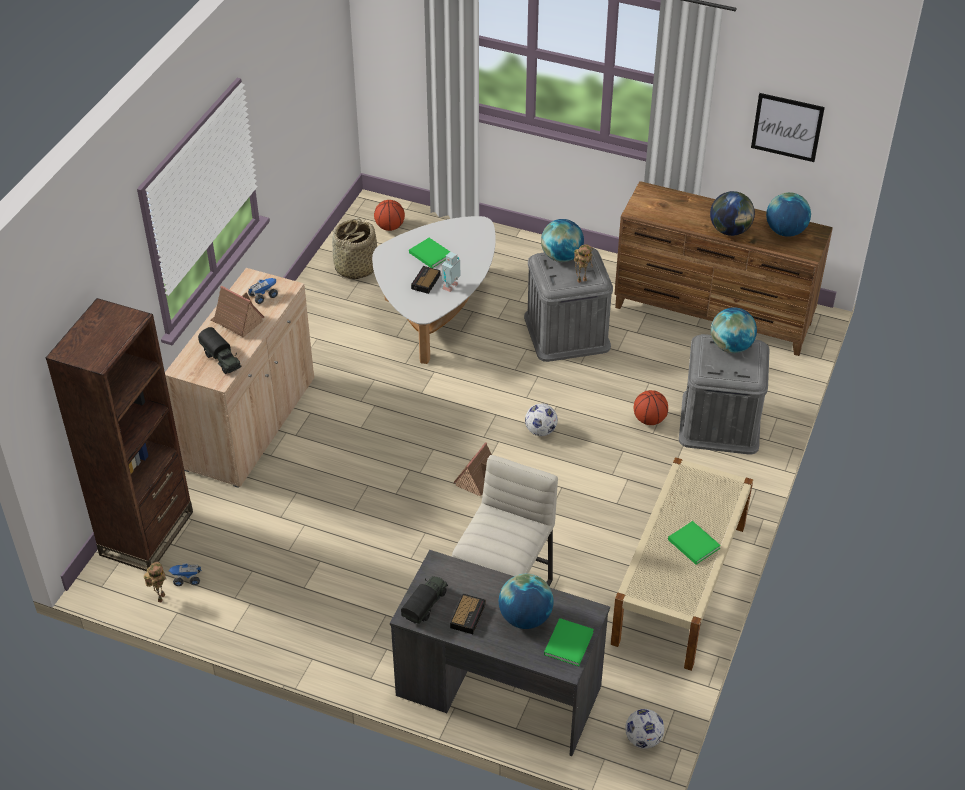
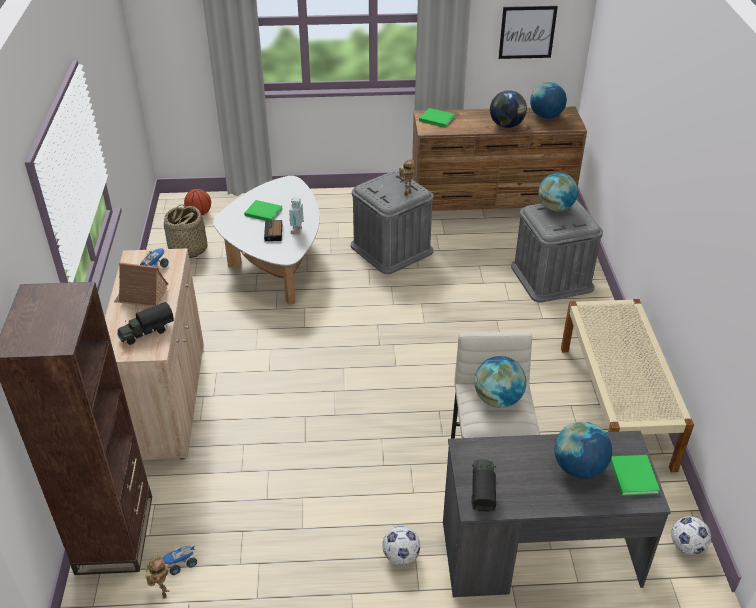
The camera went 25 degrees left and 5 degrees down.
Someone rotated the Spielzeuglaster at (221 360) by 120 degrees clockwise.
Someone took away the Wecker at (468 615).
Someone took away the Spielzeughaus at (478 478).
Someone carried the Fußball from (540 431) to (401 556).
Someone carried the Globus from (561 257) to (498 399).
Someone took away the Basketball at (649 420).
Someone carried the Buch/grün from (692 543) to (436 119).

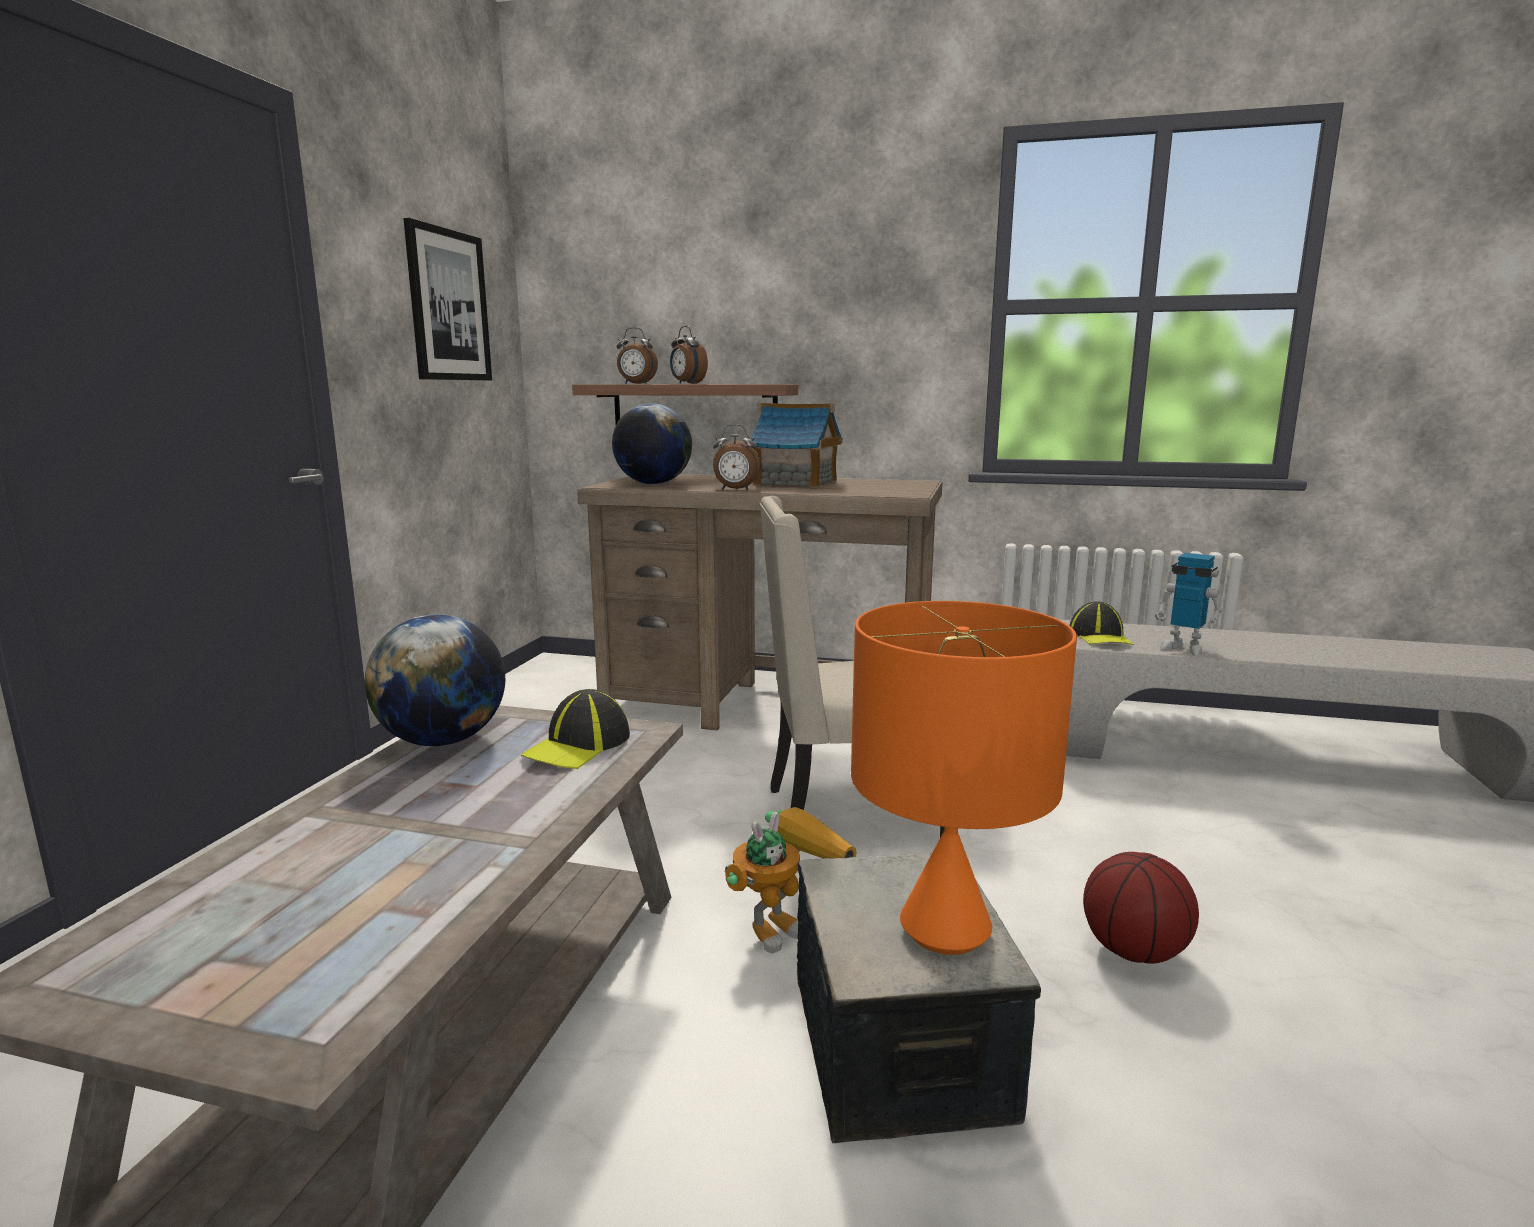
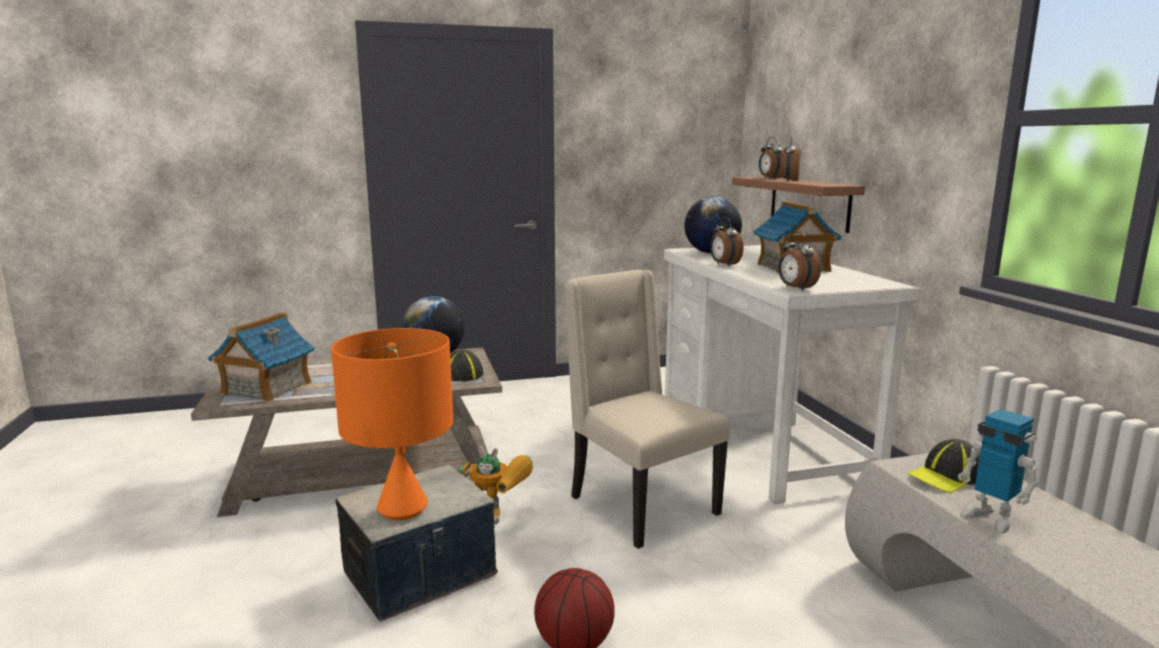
The camera went 60 degrees right and 0 degrees up.
Someone took away the Bild at (448 306).
Someone repainted the Schreibtisch/braun at (768 707), which became the Schreibtisch/weiß at (761 439).
Someone rotated the Spielzeugroboter at (1183 648) by 45 degrees counterclockwise.
Someone put down the Spielzeughaus at (266 388).
Someone put down the Wecker at (795 288).

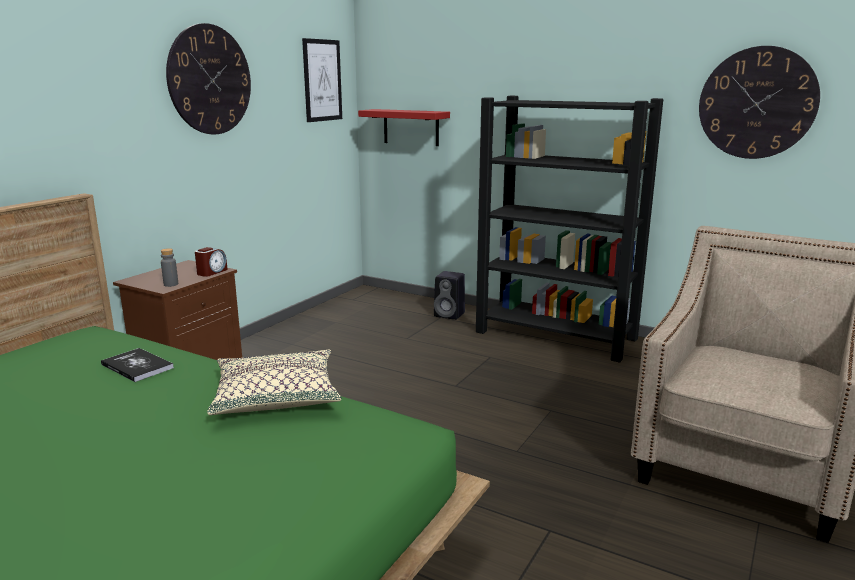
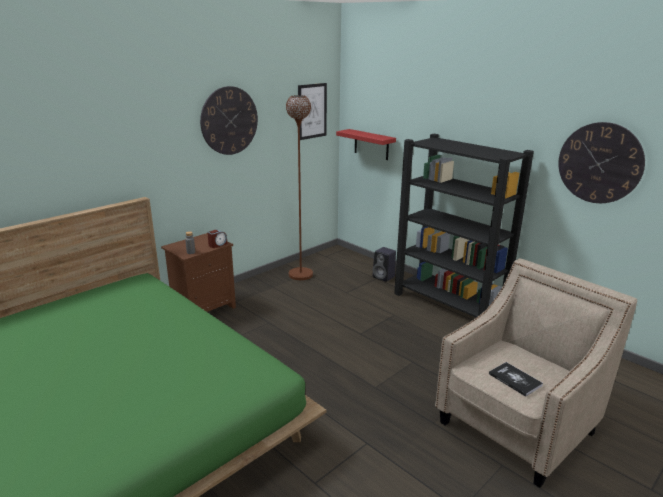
The camera went 15 degrees right and 5 degrees up.
Someone carried the Buch from (137 366) to (515 380).
Someone took away the Kissen/beige at (276 396).
Someone put down the Stehlampe/braun at (300 274).

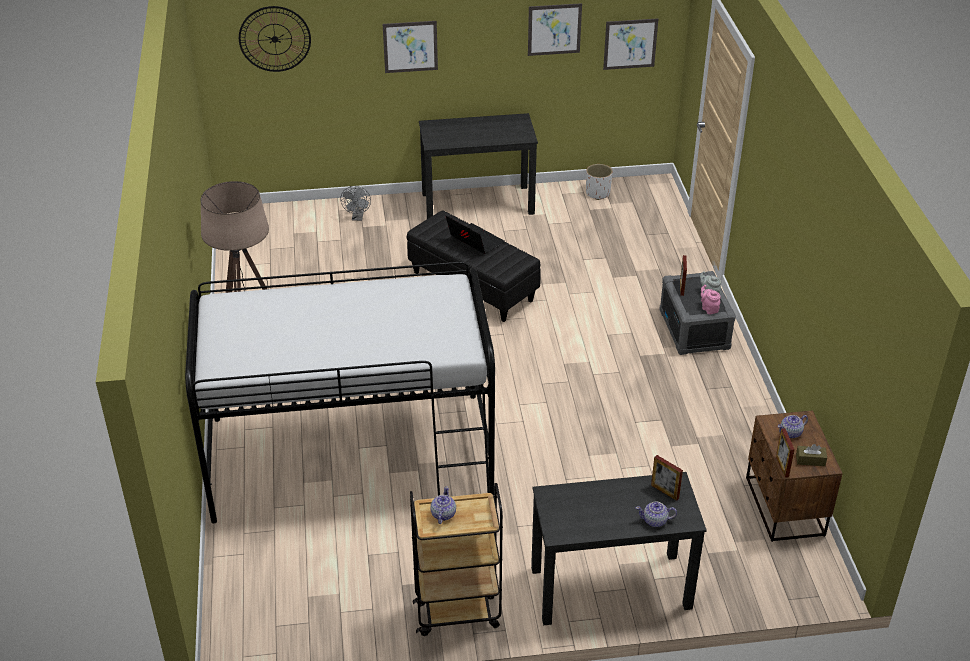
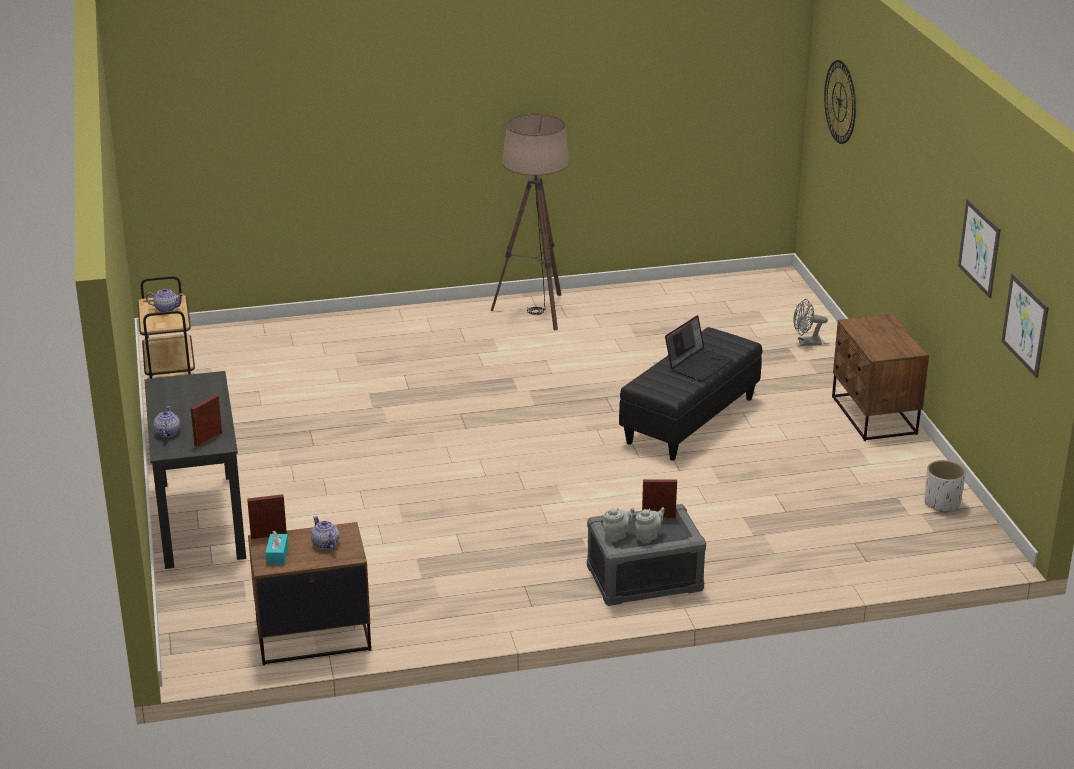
The camera went 85 degrees right and 10 degrees down.
Someone took away the Bett/schwarz at (354 458).
Someone took away the Bild at (410 46).
Someone swapped the Schreibtisch/schwarz at (478 203) for the Nachttisch/braun at (873 416).
Someone repainted the Teekanne/rosa at (709 309), which became the Teekanne/grau at (617 536).
Someone repainted the Taschentuchbox/braun at (810 460), which became the Taschentuchbox/türkis at (277 555).

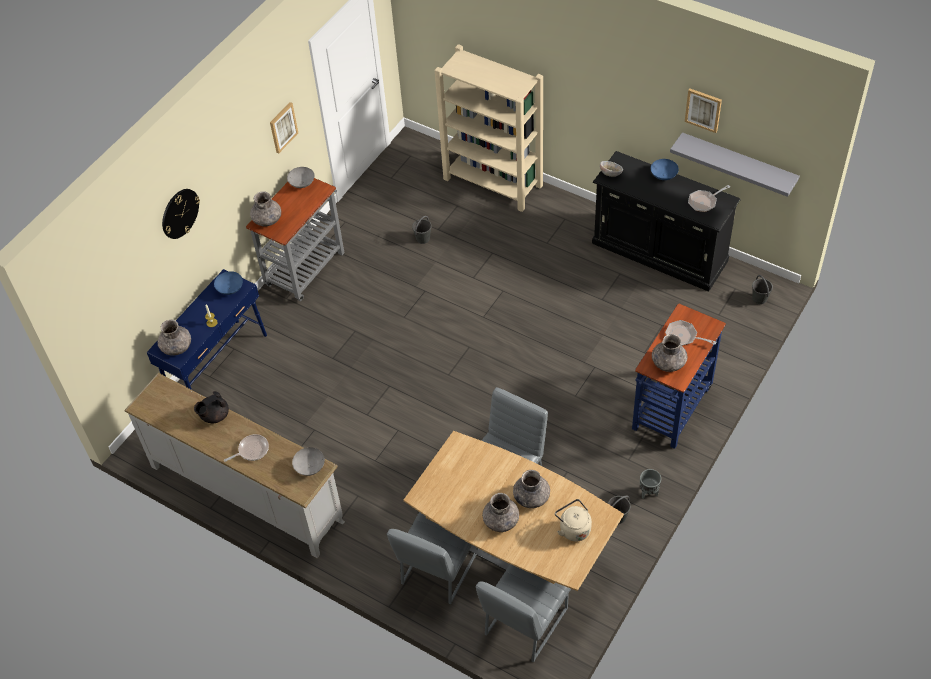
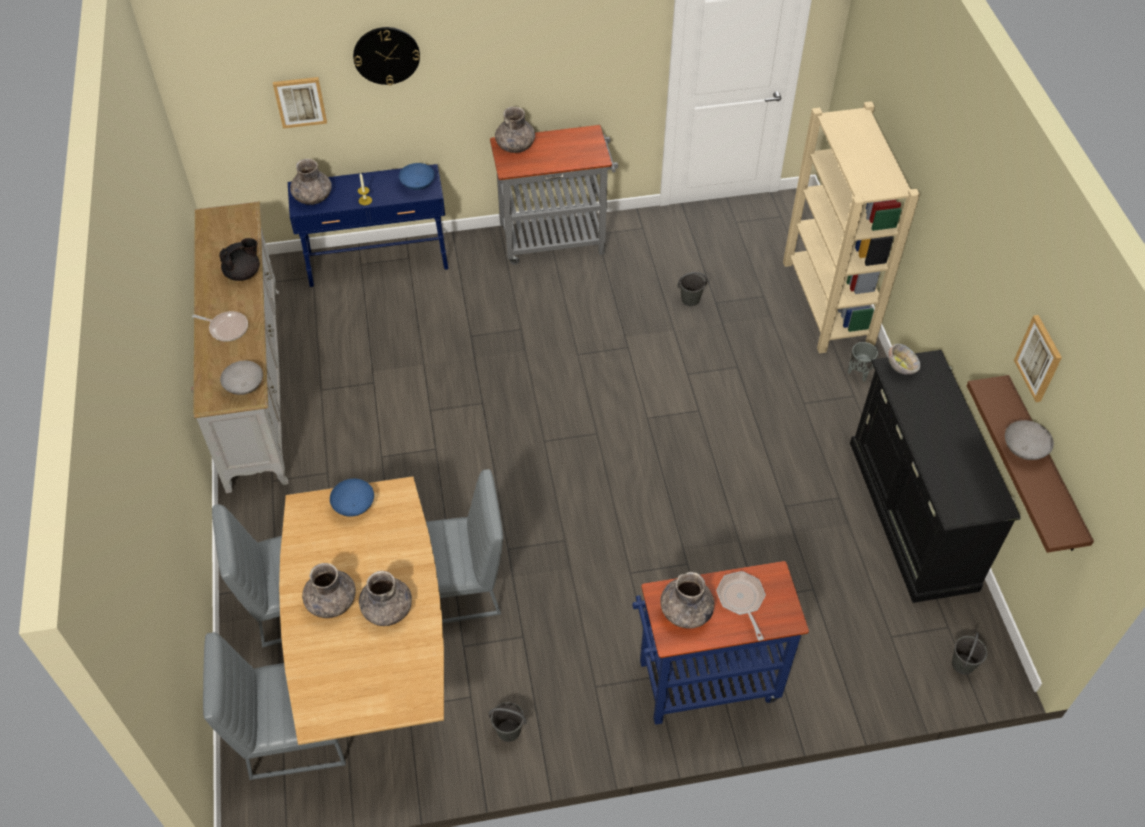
The camera went 45 degrees right and 0 degrees up.
Someone rotated the Teekanne/schwarz at (214 415) by 135 degrees clockwise.
Someone carried the Bild from (283 127) to (300 101).
Someone carried the Schüssel/grau from (302 183) to (1024 449).
Someone took away the Wasserkessel/beige at (573 528).
Someone carried the Pflanzkübel/grau from (648 493) to (858 373).
Someone carried the Schüssel/blau from (664 175) to (355 506).
Someone repainted the Wandregal/grau at (738 162), which became the Wandregal/braun at (1043 466).
Someone took away the Pfanne at (704 202).

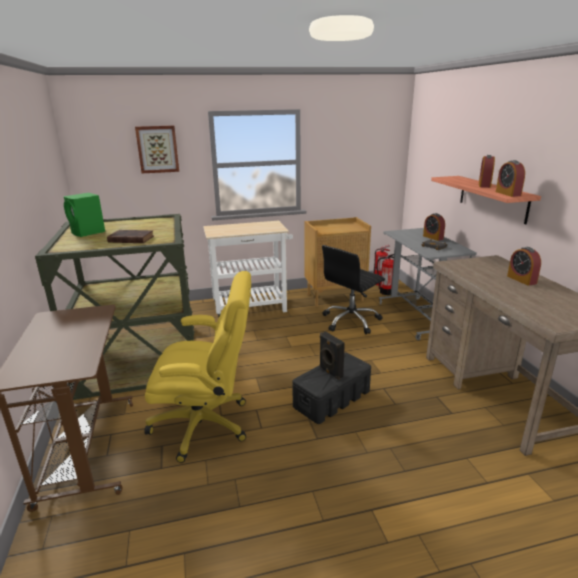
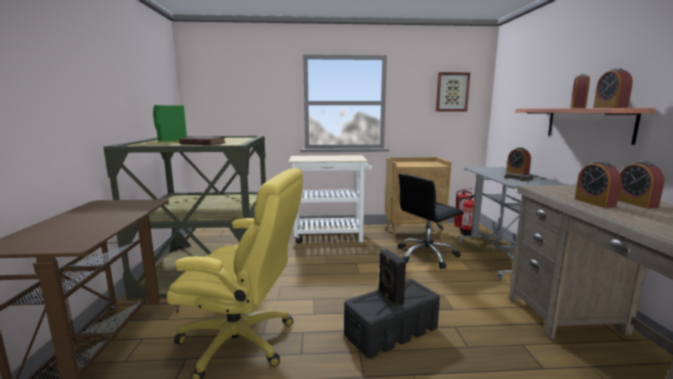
The camera went 10 degrees right and 10 degrees down.
Someone carried the Bild from (157 149) to (452 92).
Someone put down the Wecker at (594 203).

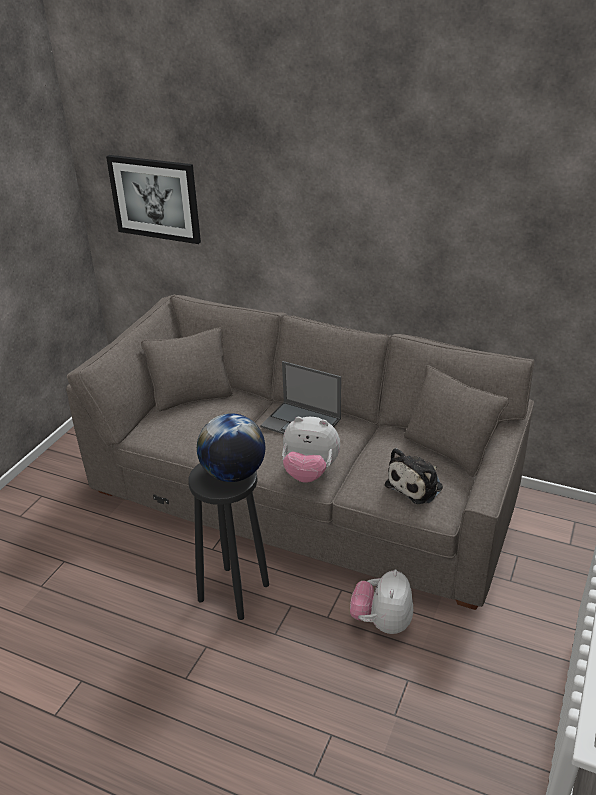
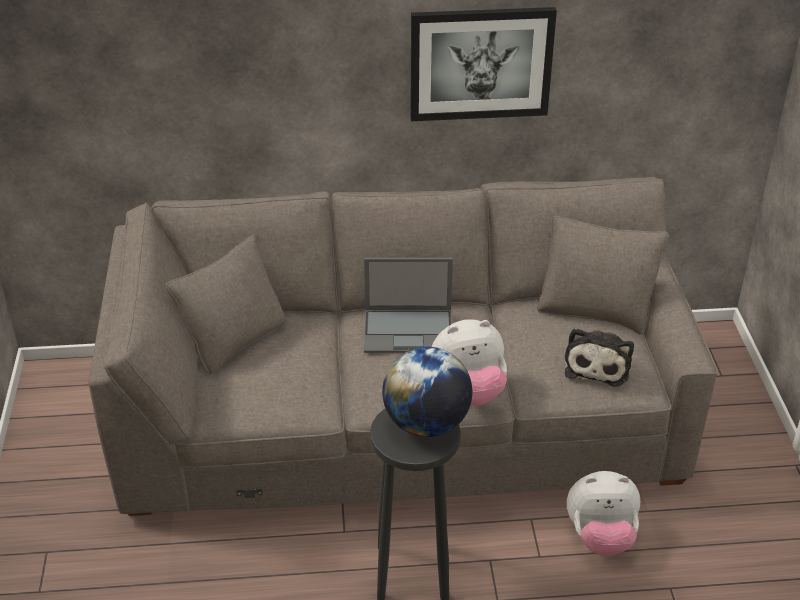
The camera went 30 degrees left and 5 degrees up.
Someone carried the Bild from (155 198) to (480 63).
Someone rotated the Plüschtier at (382 622) by 75 degrees counterclockwise.

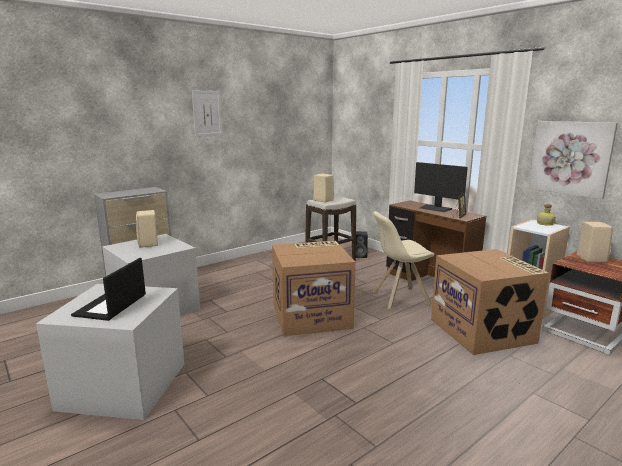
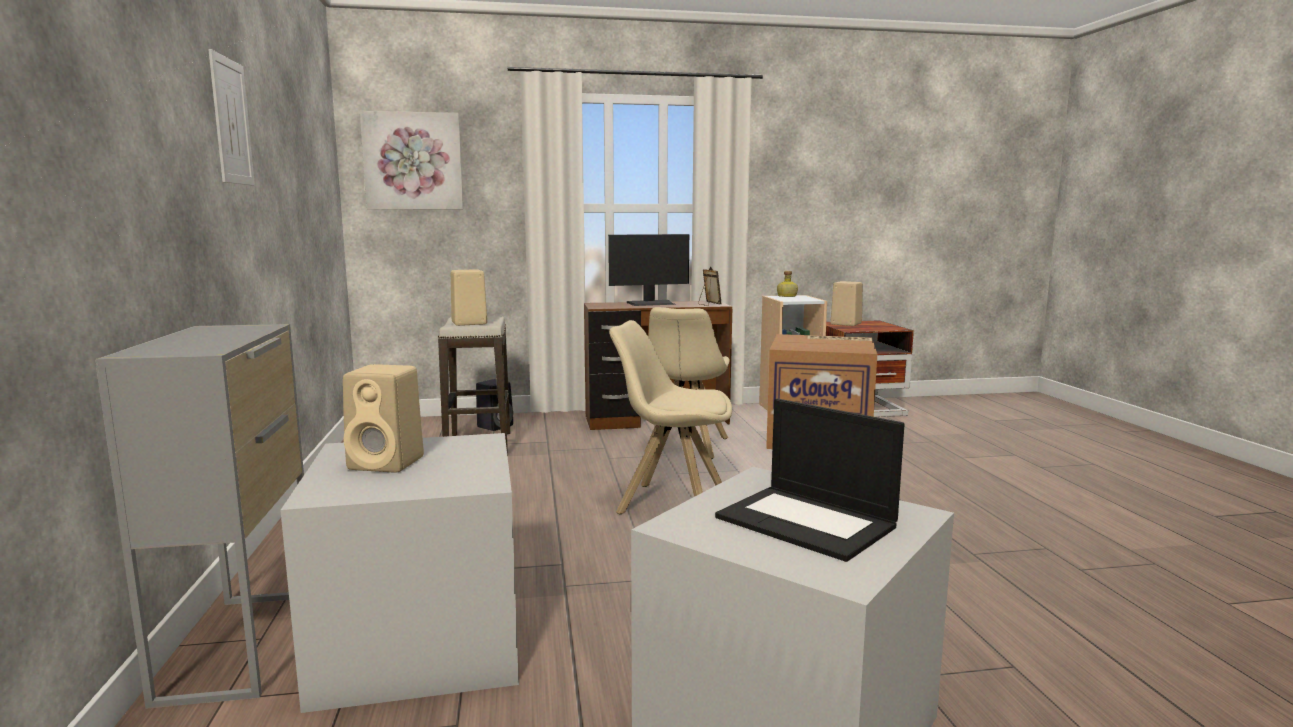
The camera went 60 degrees left and 5 degrees down.
Someone swapped the Karton at (312 315) for the Stuhl/beige at (672 503).
Someone carried the Bild from (570 158) to (413 161).

